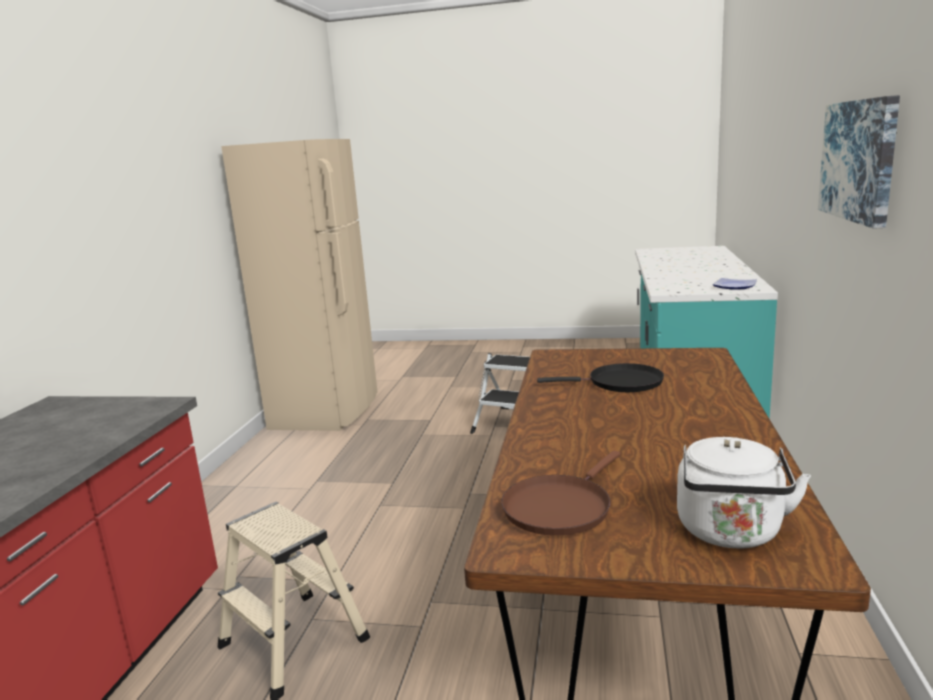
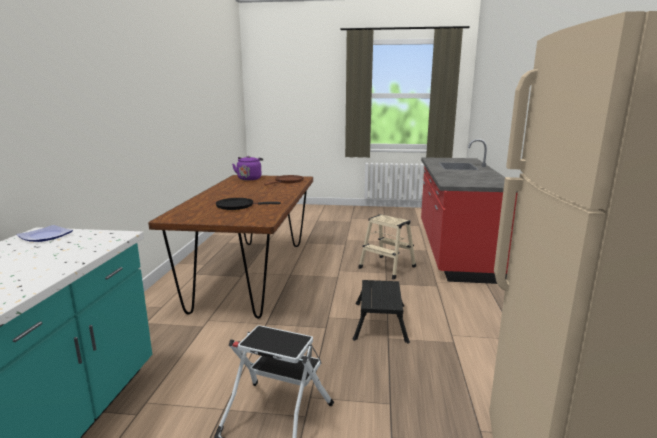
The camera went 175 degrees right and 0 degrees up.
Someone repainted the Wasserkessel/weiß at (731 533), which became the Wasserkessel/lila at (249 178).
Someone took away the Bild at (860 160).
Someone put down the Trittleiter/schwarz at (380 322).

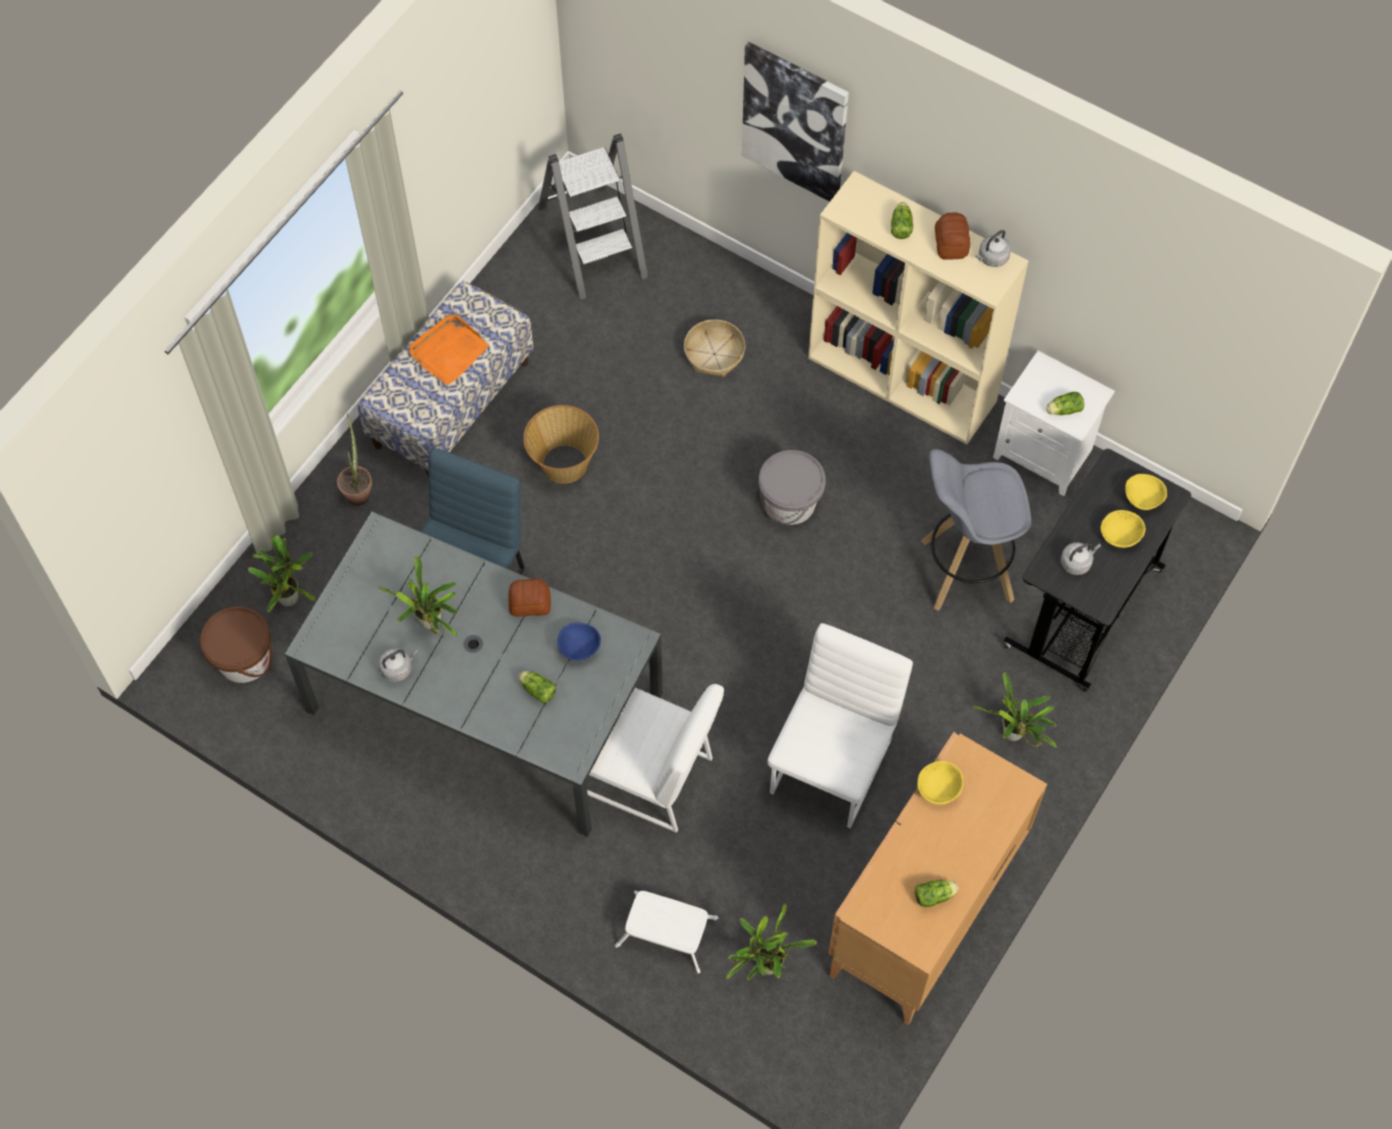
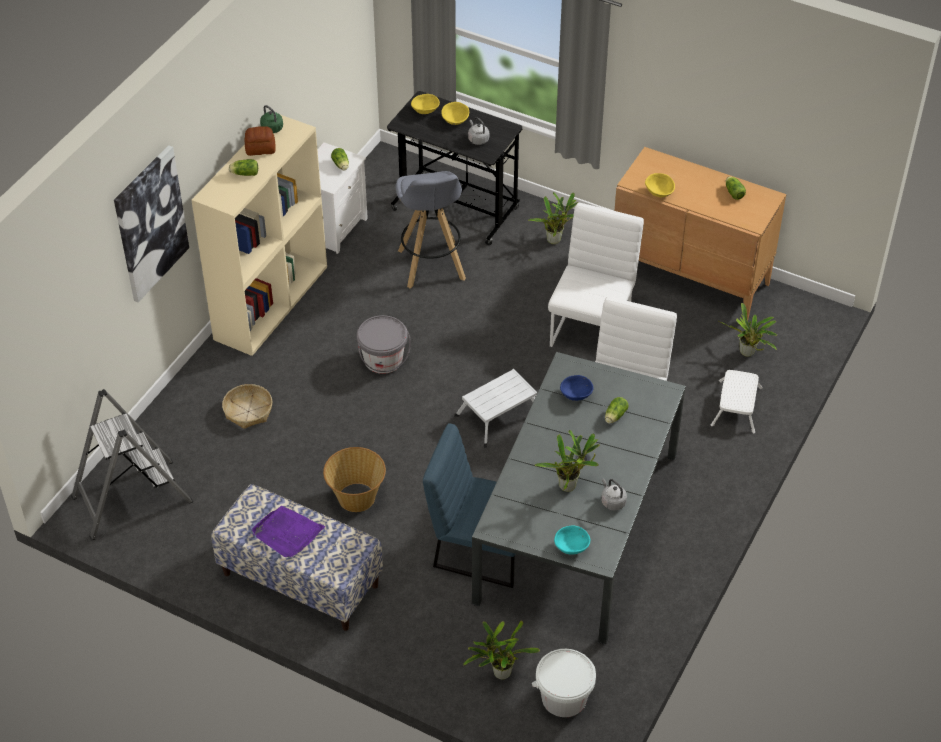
The camera went 95 degrees left and 15 degrees down.
Someone repainted the Eimer/braun at (244 659), which became the Eimer/weiß at (564 697).
Someone took away the Topfpflanze at (358 490).
Someone repainted the Tablett/orange at (448 351), which became the Tablett/lila at (287 533).
Someone took away the Brot at (529 603).
Someone rotated the Stuhl/weiß at (833 763) by 90 degrees clockwise.
Someone repainted the Wasserkessel/grau at (992 258), which became the Wasserkessel/grün at (273 129).
Someone put down the Trittleiter/weiß at (498 415).
Someone put down the Schüssel/türkis at (571 547).

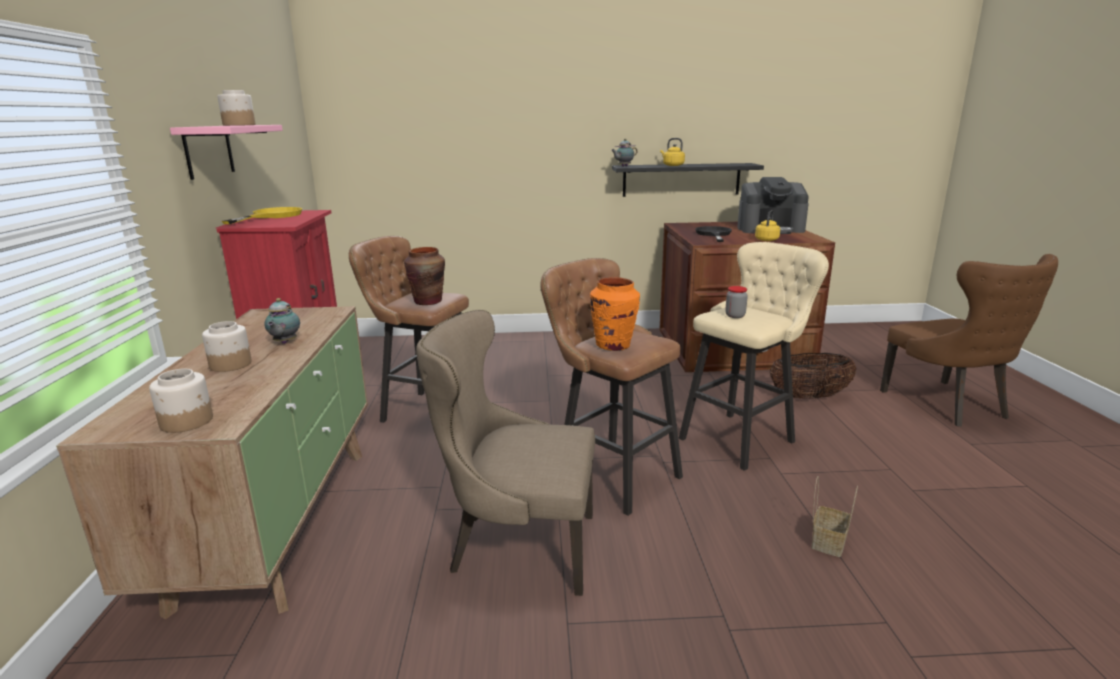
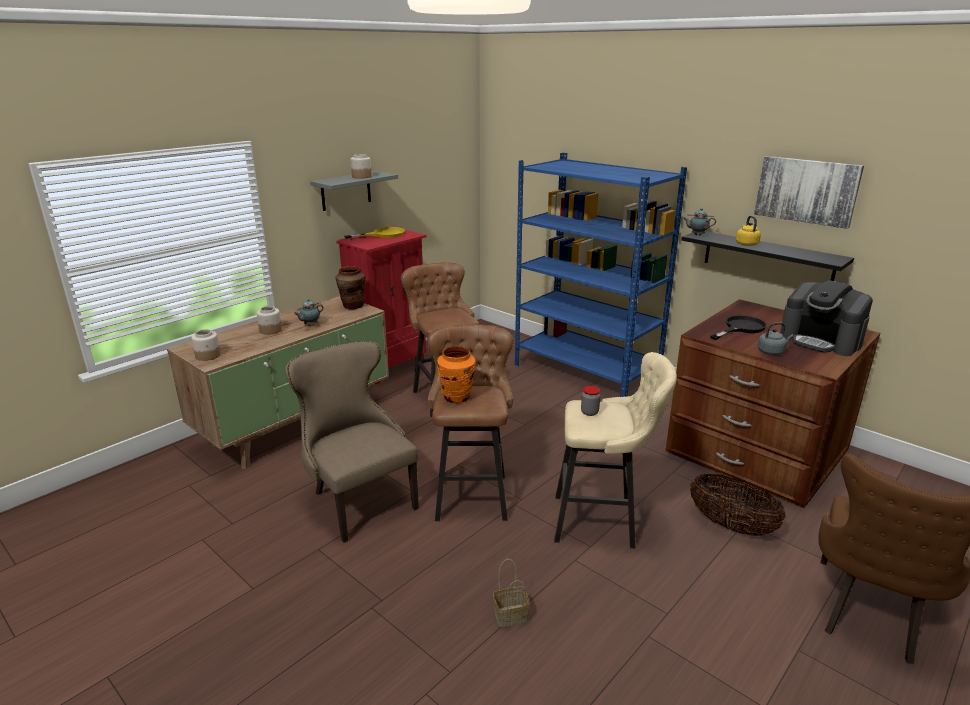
The camera went 45 degrees right and 5 degrees up.
Someone repainted the Wandregal/rosa at (208 151), which became the Wandregal/grau at (346 190).
Someone carried the Vase/braun from (428 301) to (353 306).
Someone repainted the Wasserkessel/gelb at (767 239), which became the Wasserkessel/grau at (772 352).
Someone put down the Bücherregal/blau at (585 373).
Someone put up the Bild at (806 191).

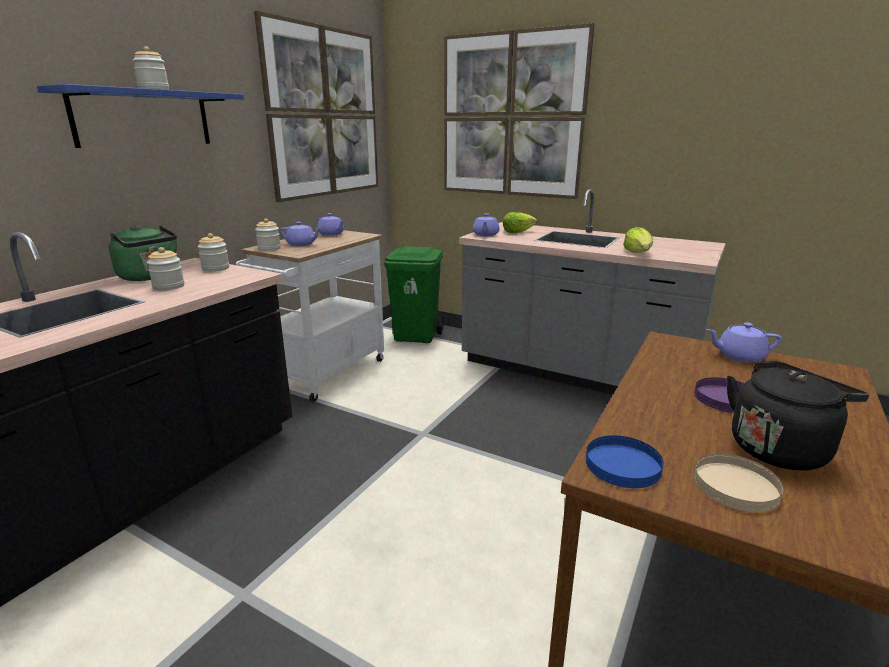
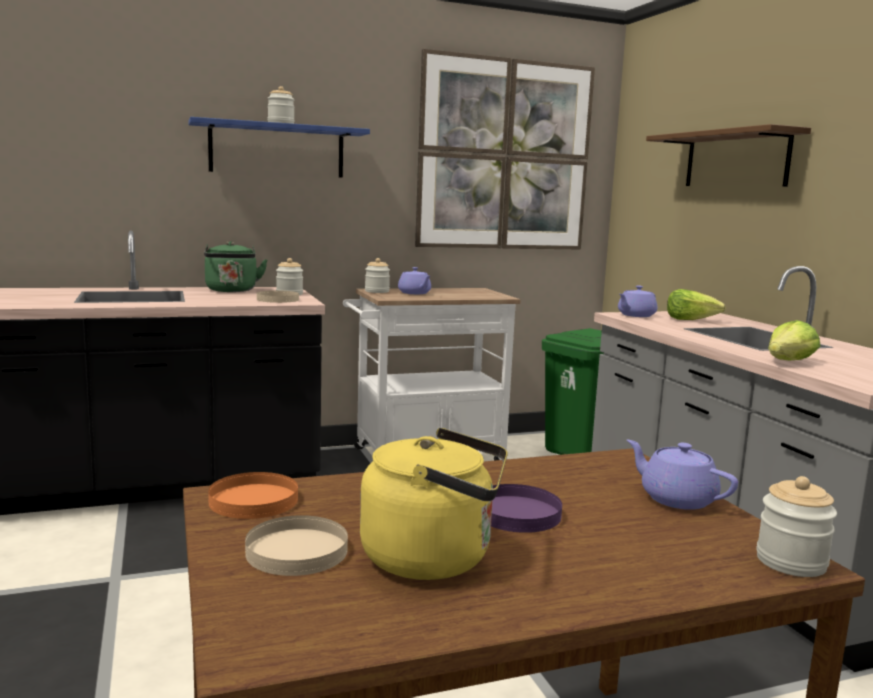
The camera went 40 degrees right and 10 degrees down.
Someone carried the Vorratsglas from (168 286) to (791 562).
Someone took away the Teekanne/lila at (331 234).
Someone swapped the Bild at (511 116) for the Wandregal/braun at (736 160).
Someone repainted the Teller/blau at (623 465), which became the Teller/orange at (254 500).
Someone repainted the Wasserkessel/schwarz at (780 448), which became the Wasserkessel/gelb at (434 558).
Someone put down the Teller/beige at (278 299).

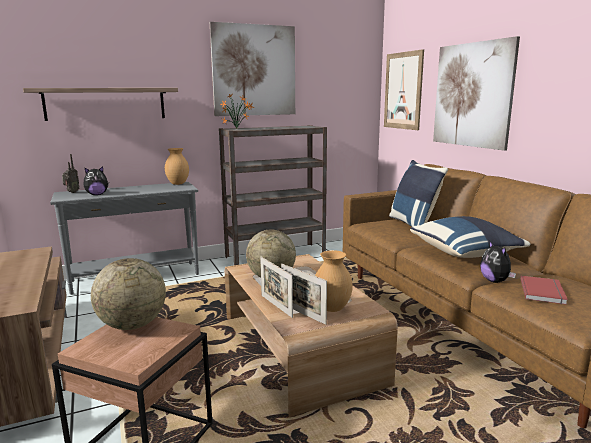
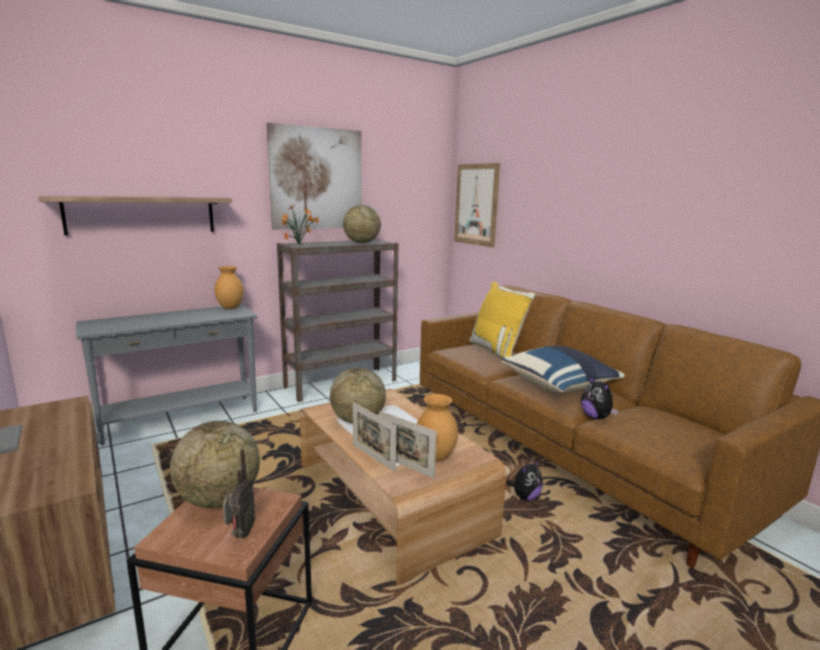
The camera went 10 degrees left and 0 degrees up.
Someone carried the Radio from (71 192) to (240 535).
Someone carried the Plüschtier from (97 194) to (525 497).
Someone repainted the Kissen/blau at (414 225), which became the Kissen/gelb at (498 351).
Someone took away the Bild at (472 95).
Someone took away the Buch/rot at (544 292).
Someone put down the Globus at (361 243).

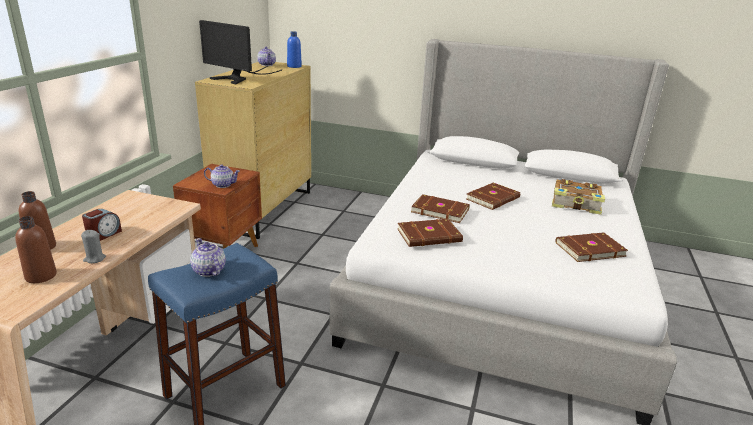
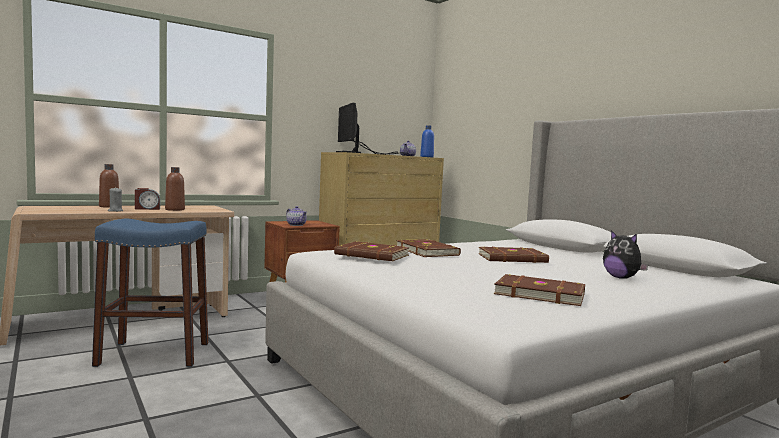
The camera went 40 degrees right and 20 degrees down.
Someone carried the Flasche/braun from (41 276) to (175 209).
Someone took away the Teekanne at (209 271).
Someone swapped the Buch at (576 204) for the Plüschtier at (621 278).

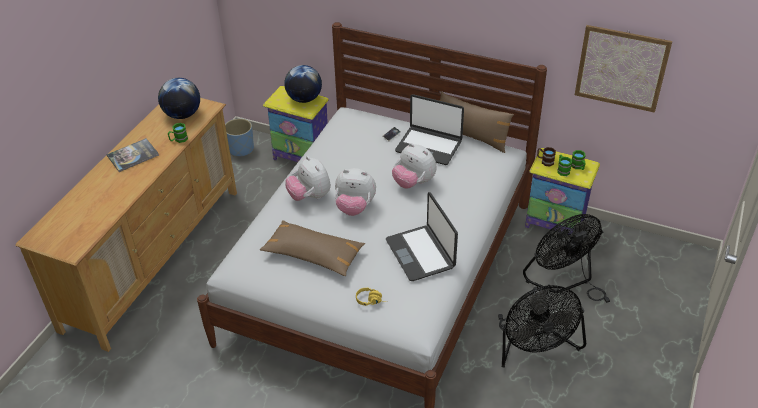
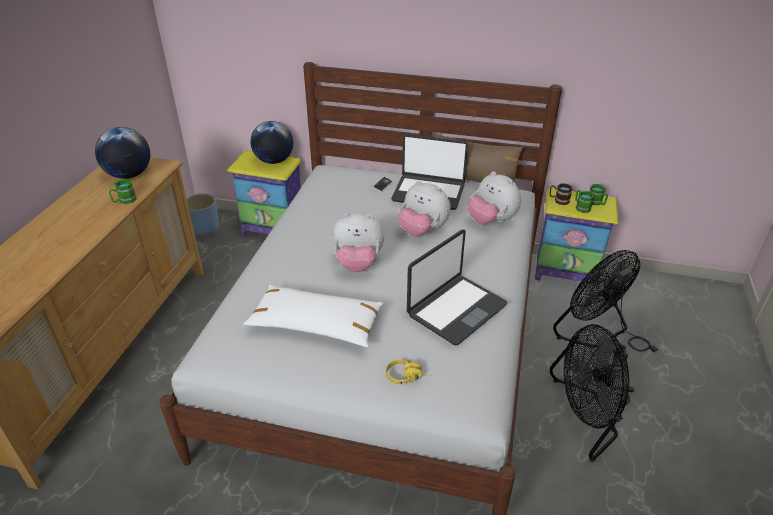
The camera went 10 degrees left and 5 degrees down.
Someone took away the Buch at (133 156).
Someone repainted the Kissen/braun at (313 254), which became the Kissen/weiß at (316 324).
Someone carried the Plüschtier from (310 196) to (491 221).
Someone rotated the Laptop at (421 253) by 105 degrees counterclockwise.
Someone rotated the Ventilator/schwarz at (532 345) by 105 degrees clockwise.
Someone took away the Bild at (621 67).

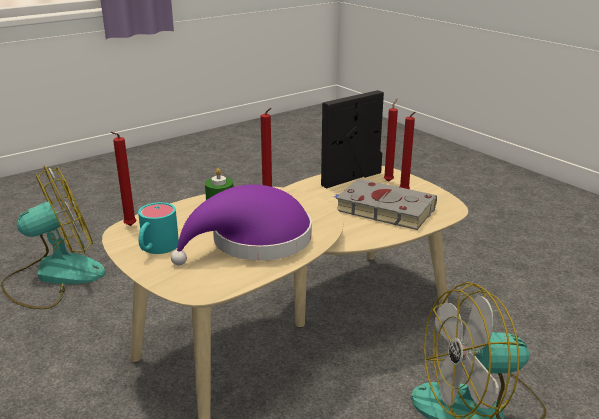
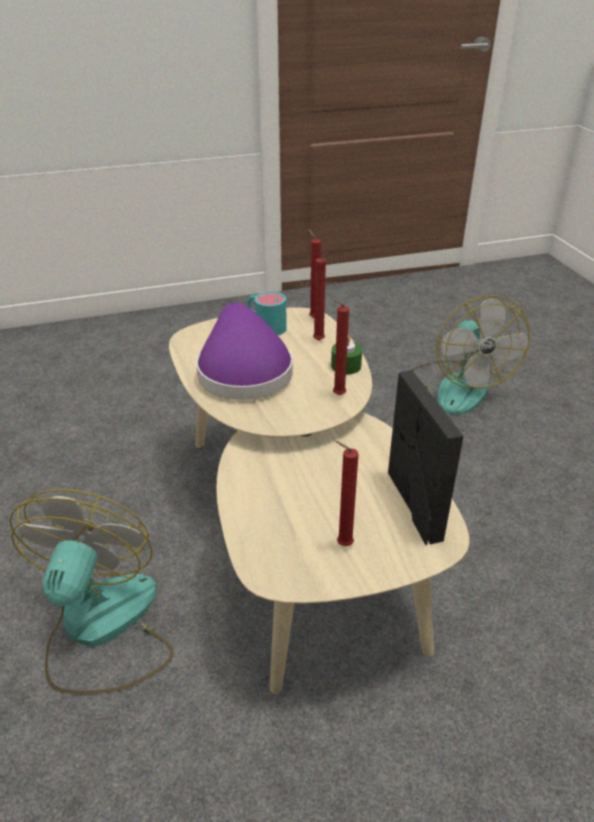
The camera went 110 degrees right and 10 degrees up.
Someone took away the Buch/grau at (382 209).
Someone carried the Kerze/rot from (389 181) to (320 341).

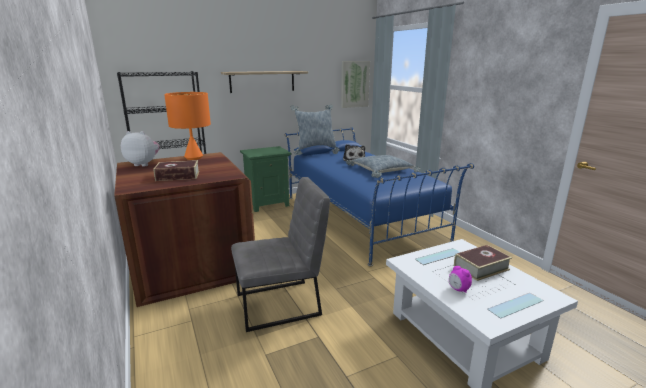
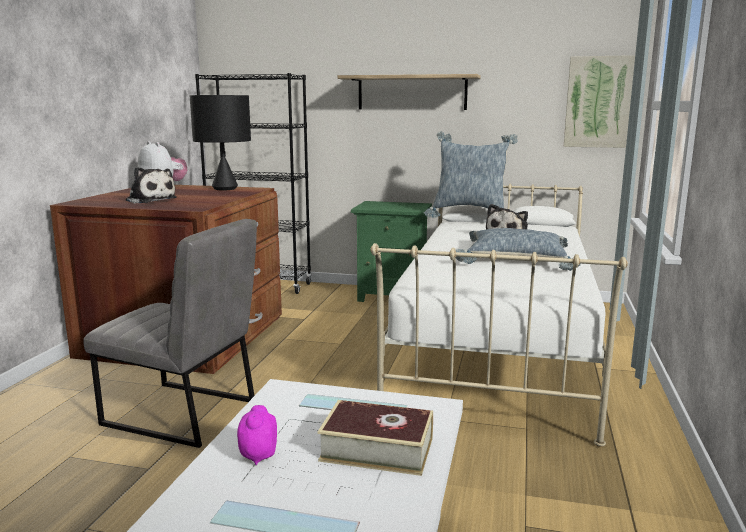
The camera went 40 degrees right and 5 degrees down.
Someone swapped the Buch at (178 176) for the Plüschtier at (150 200).
Someone repainted the Tischlampe/orange at (194 158), which became the Tischlampe/schwarz at (225 189).
Someone repainted the Bett/blau at (359 218), which became the Bett/weiß at (495 351).

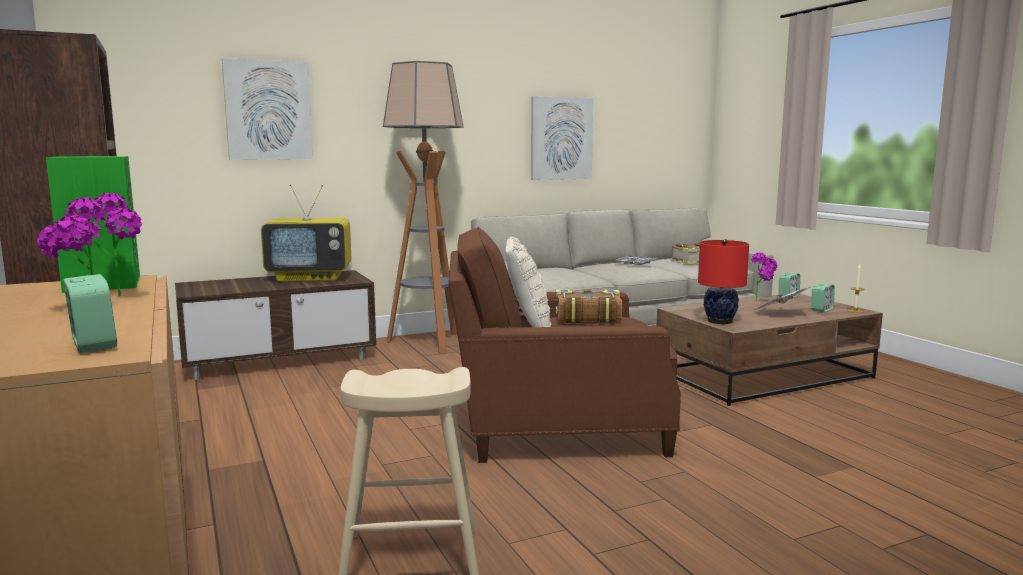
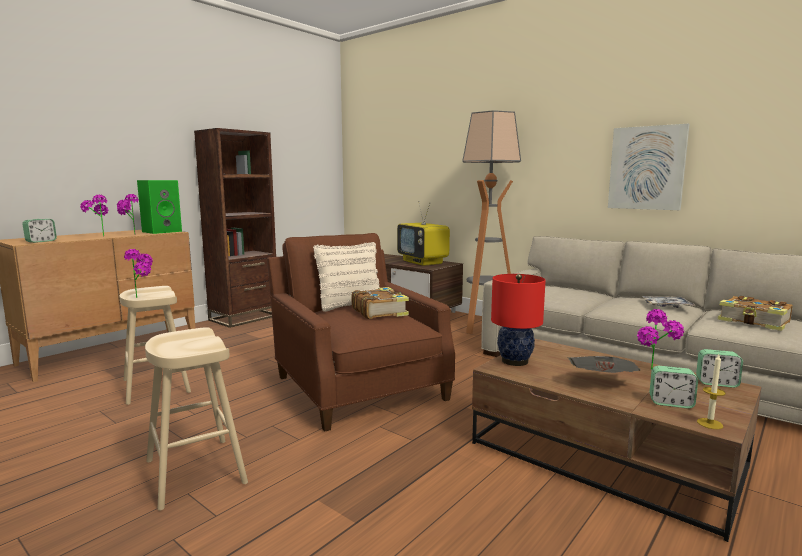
The camera went 65 degrees right and 0 degrees up.
Someone took away the Bild at (268 110).
Someone put down the Topfpflanze at (143 297).
Someone put down the Hocker/beige at (195 472).

